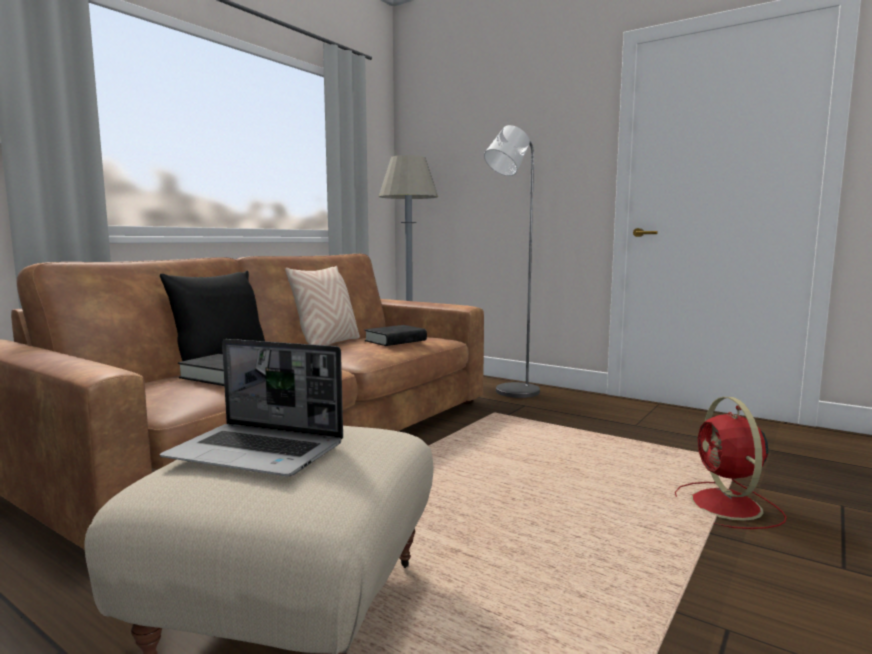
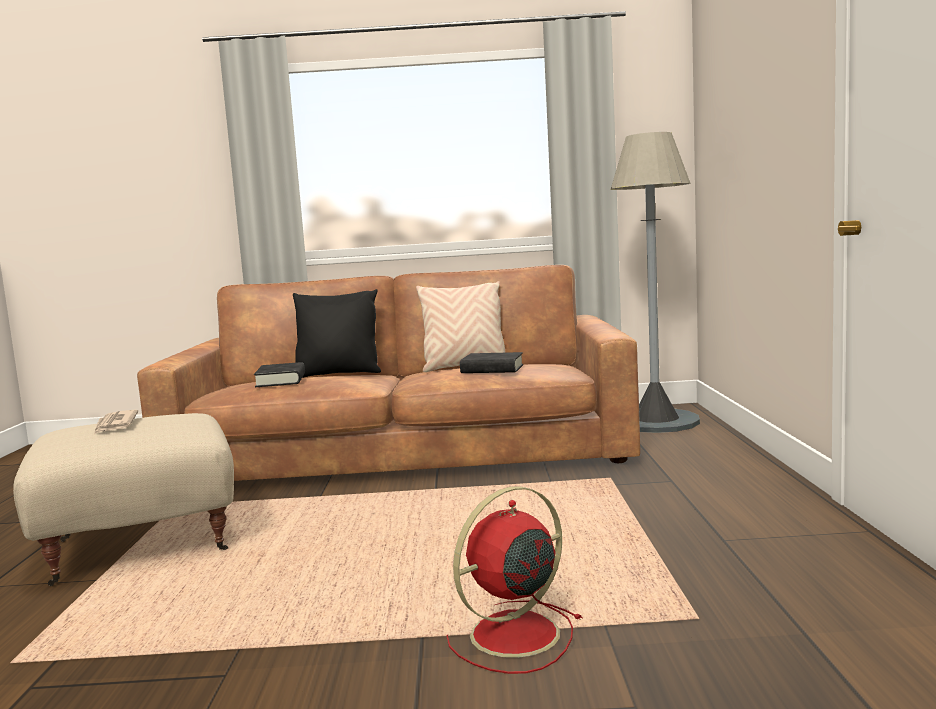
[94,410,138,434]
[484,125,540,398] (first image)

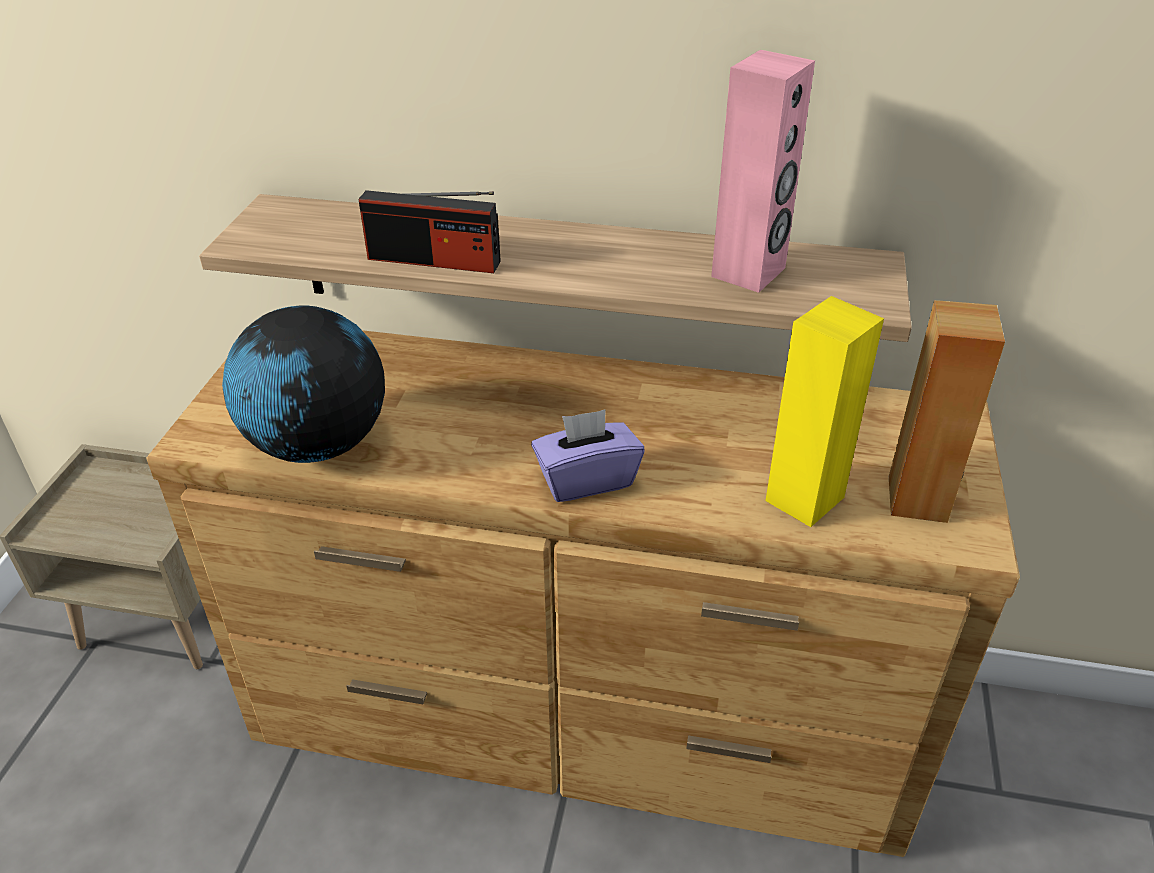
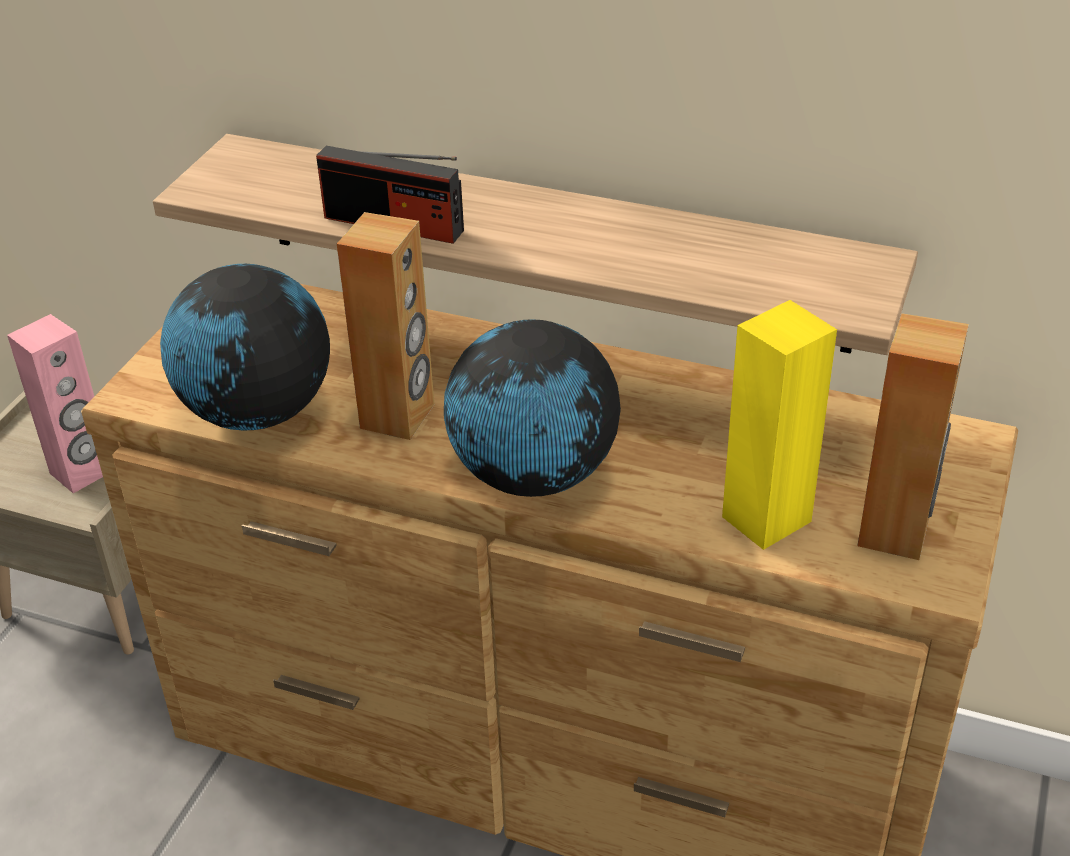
[7,314,103,493]
[337,212,434,440]
[444,319,621,497]

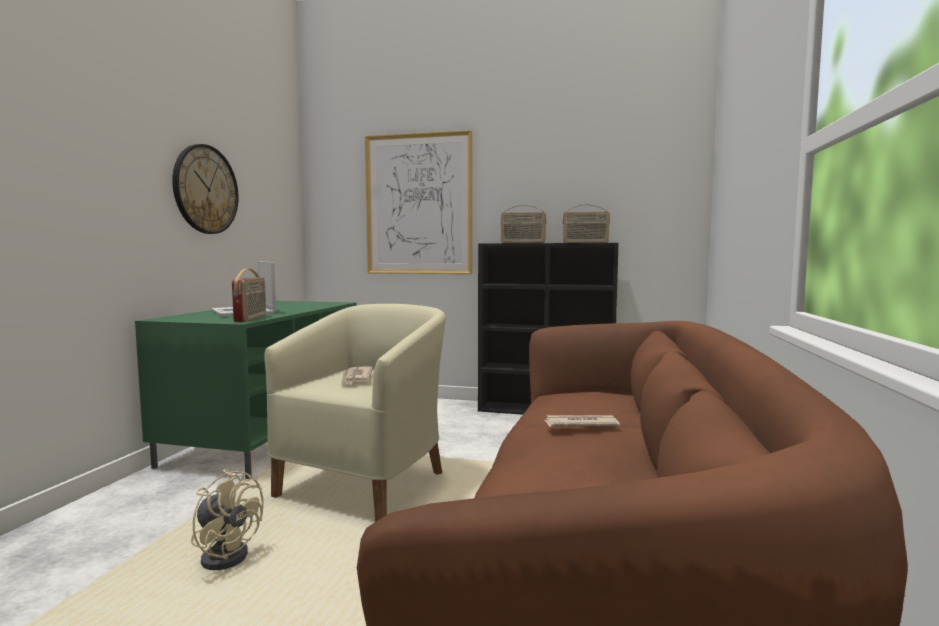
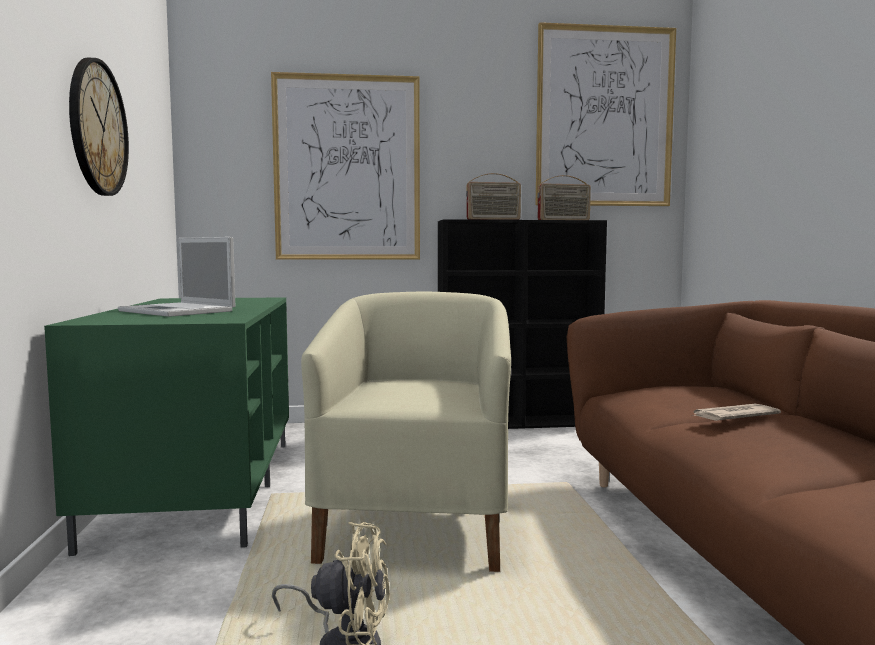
[536,22,676,206]
[232,269,266,322] (first image)
[341,367,373,385] (first image)

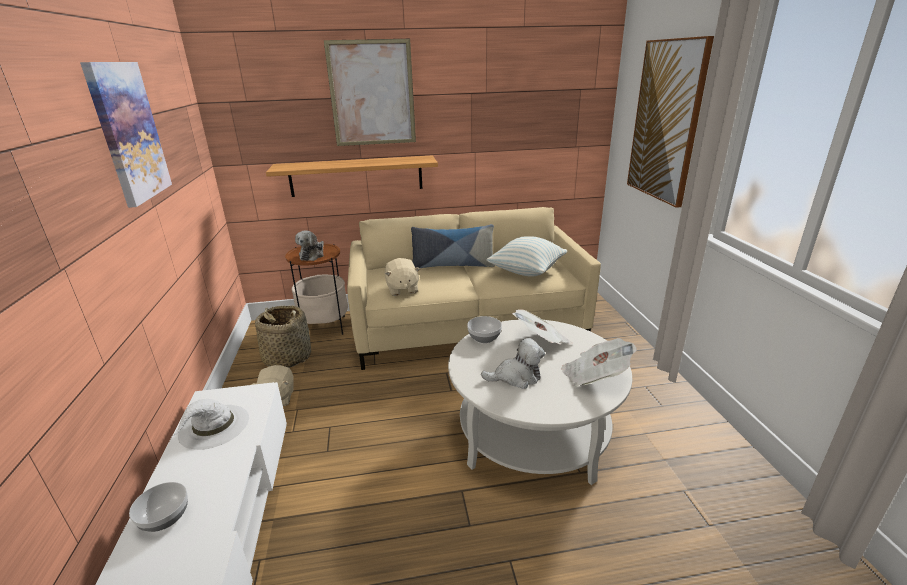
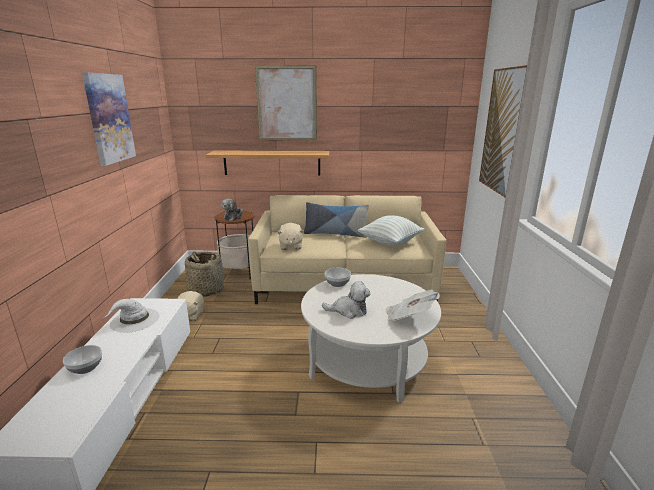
[512,309,573,345] (first image)

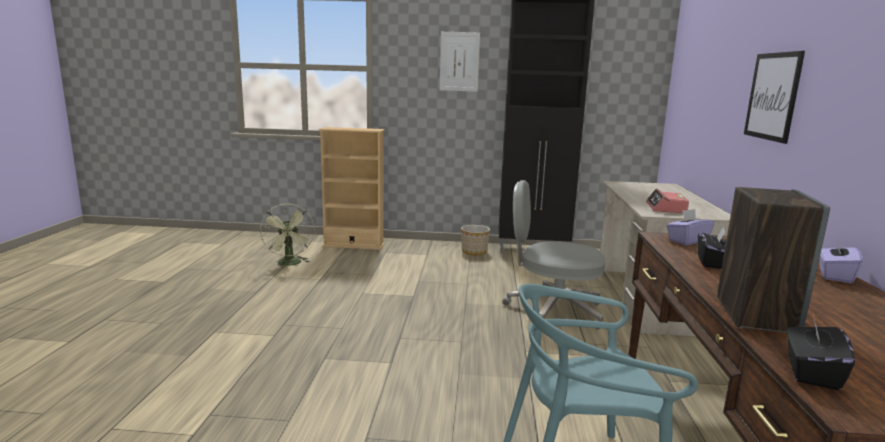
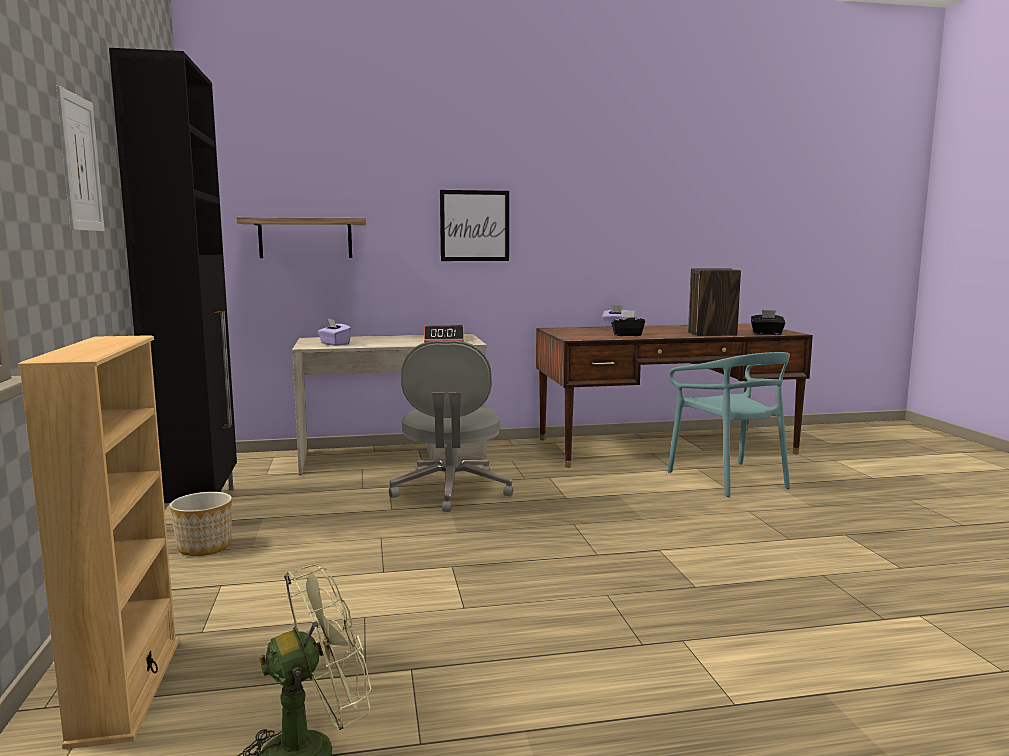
[236,217,366,258]
[318,319,352,346]

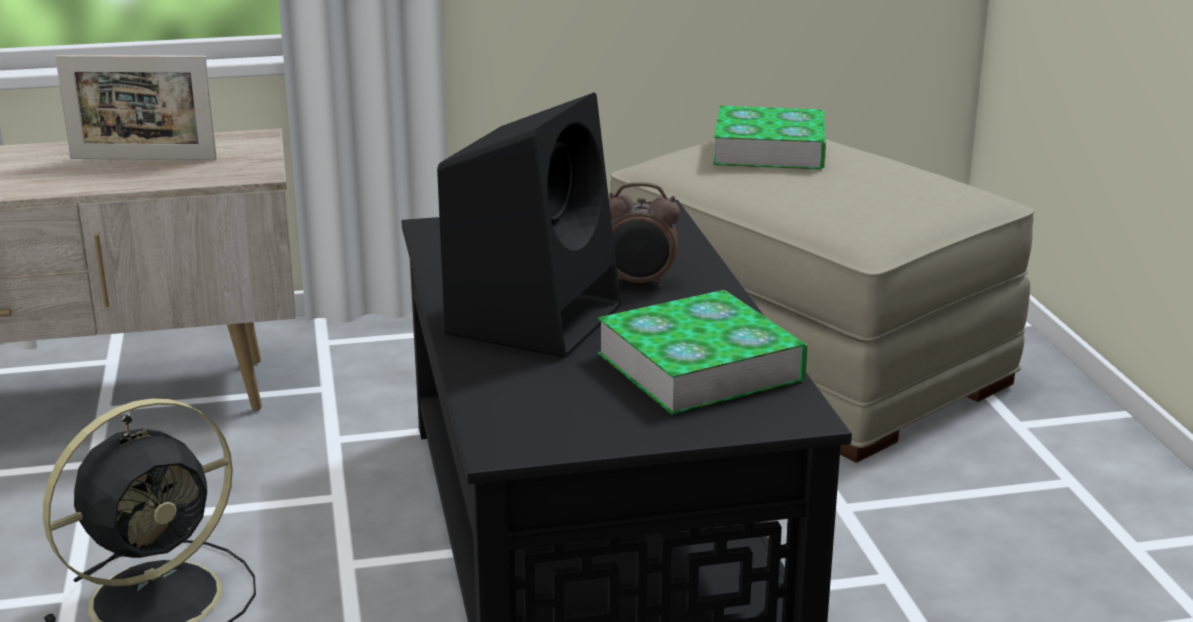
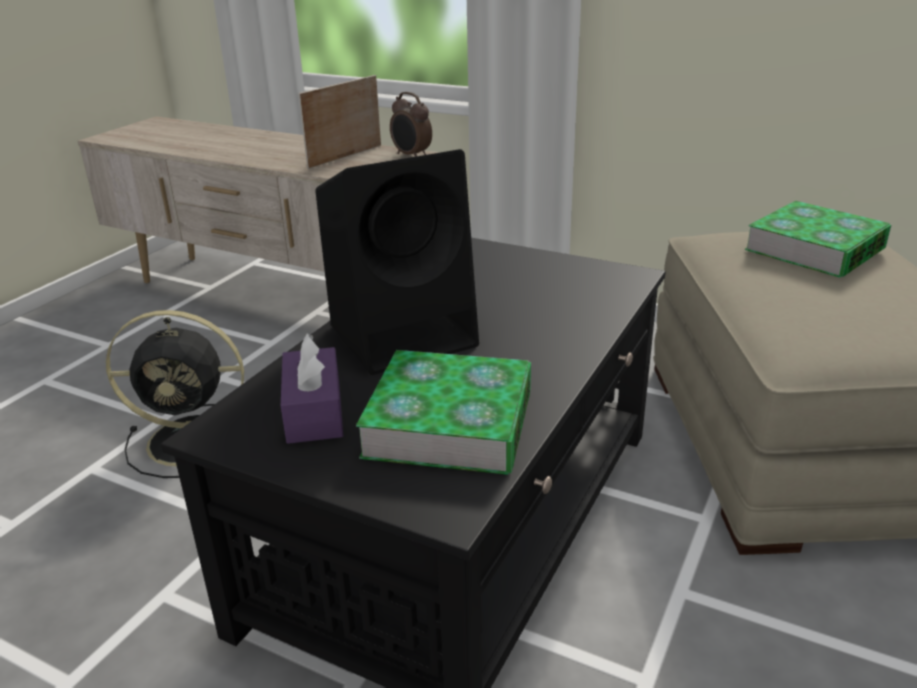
[281,334,343,444]
[299,75,381,169]
[390,92,432,157]

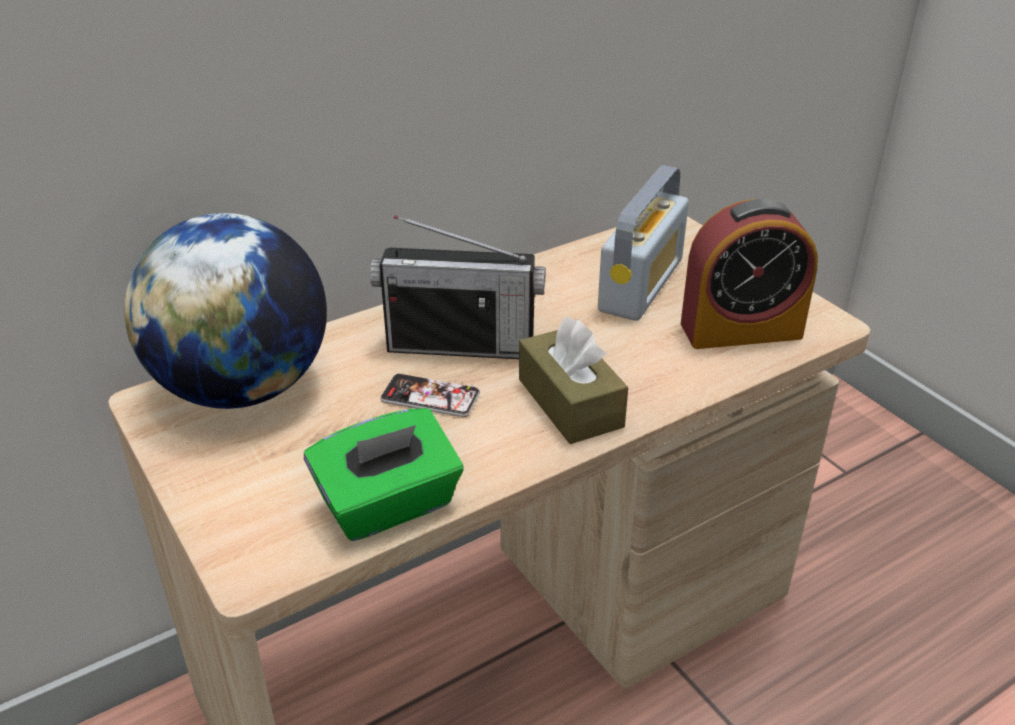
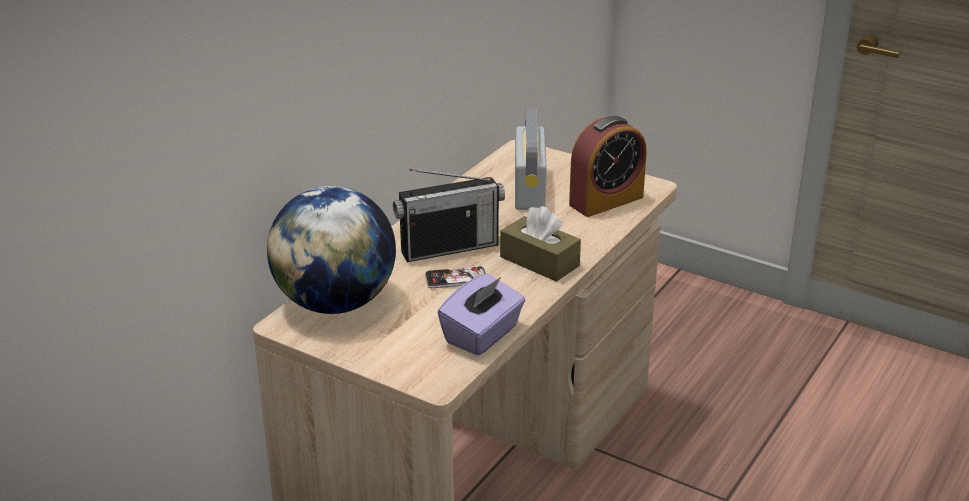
[437,274,525,356]

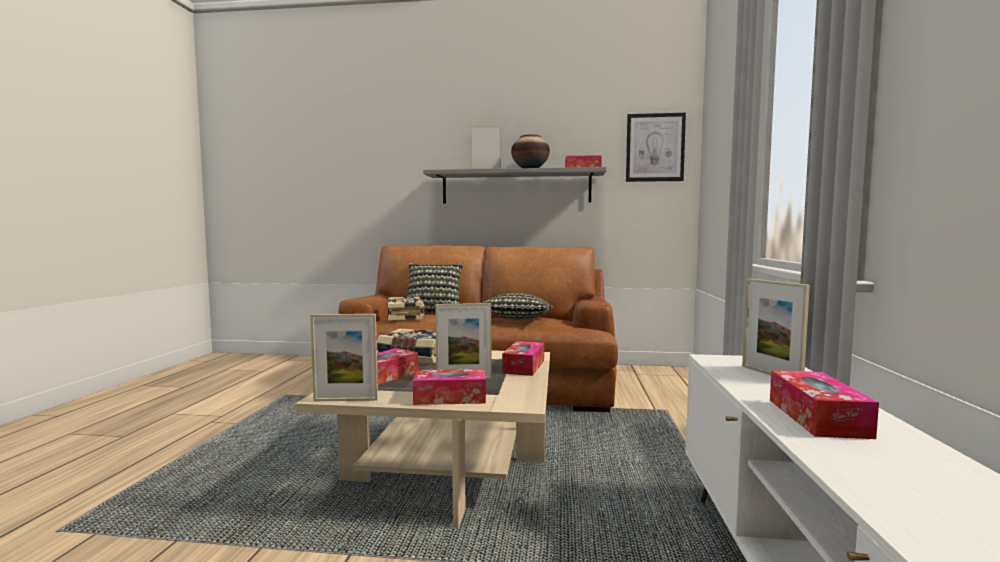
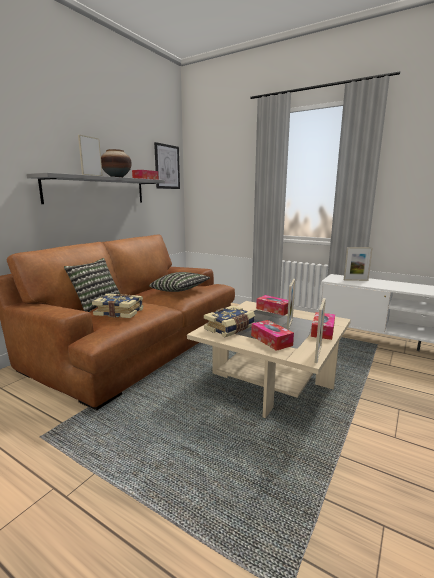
[770,370,879,439] (first image)

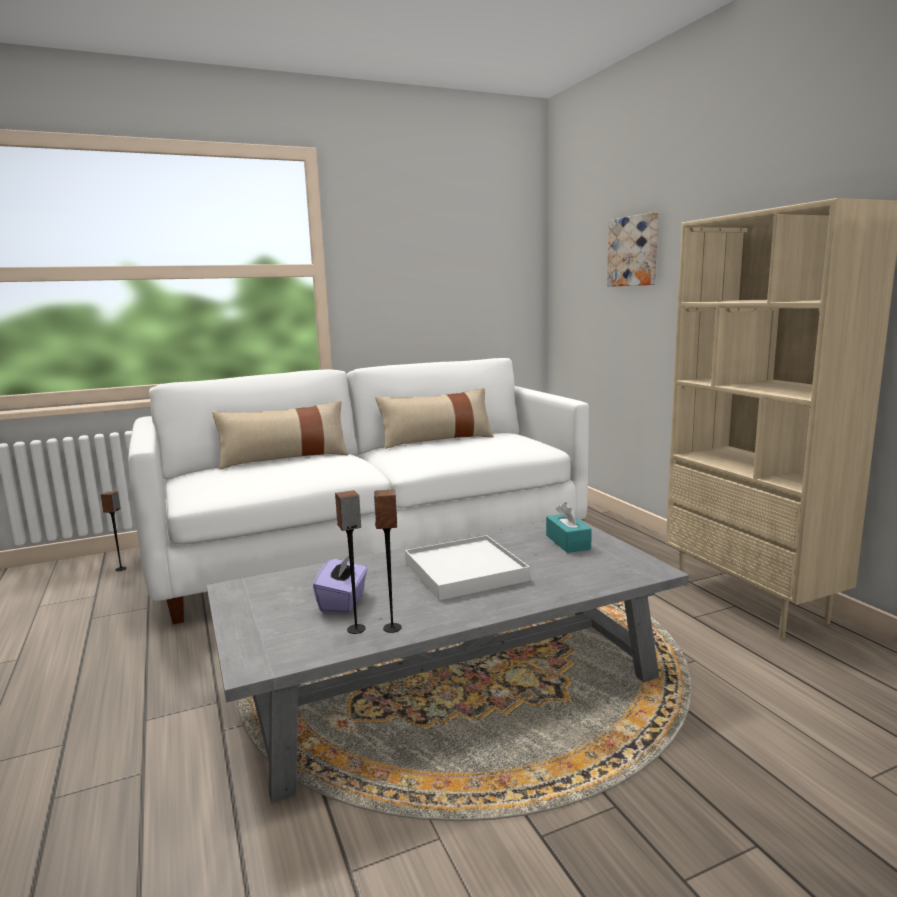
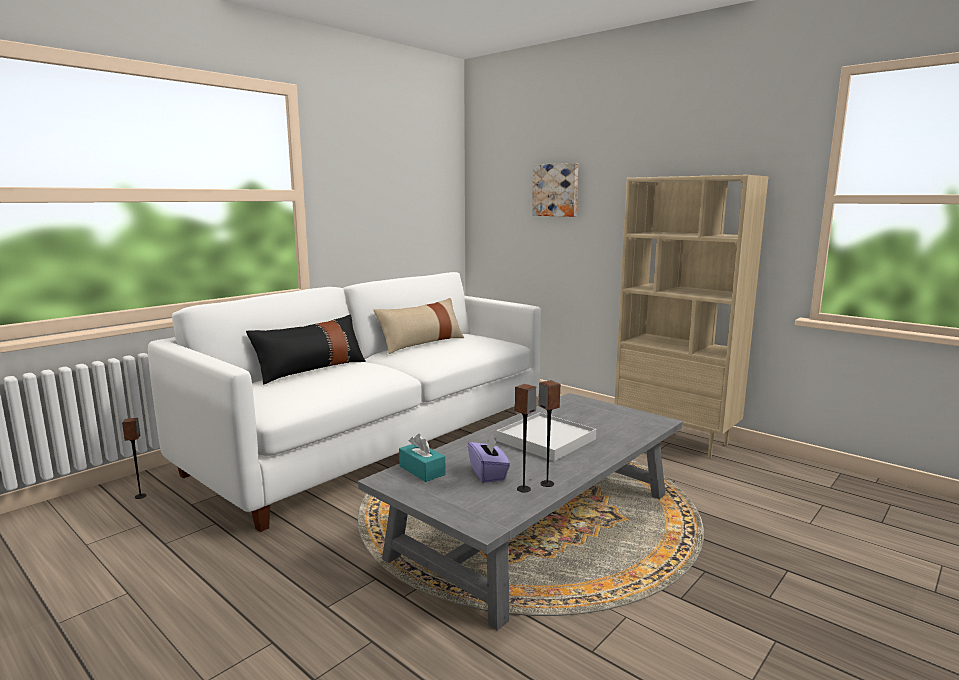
[246,315,366,384]
[399,434,446,482]

